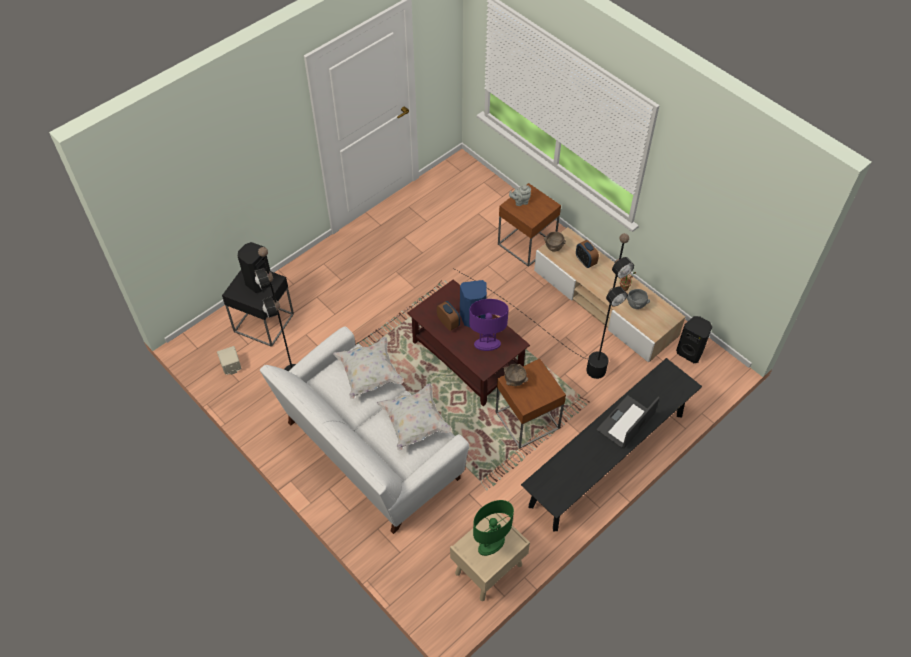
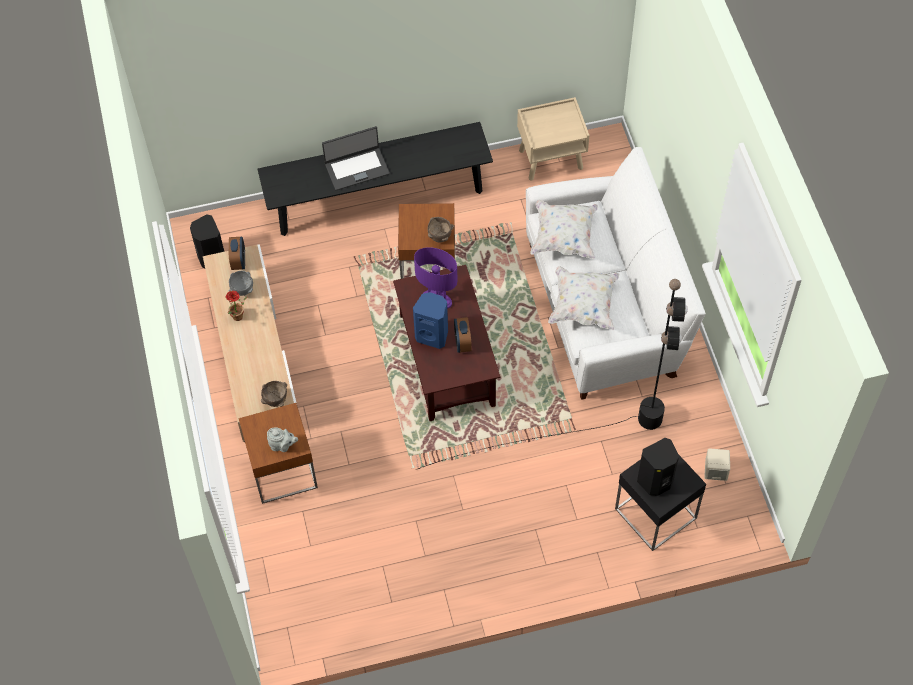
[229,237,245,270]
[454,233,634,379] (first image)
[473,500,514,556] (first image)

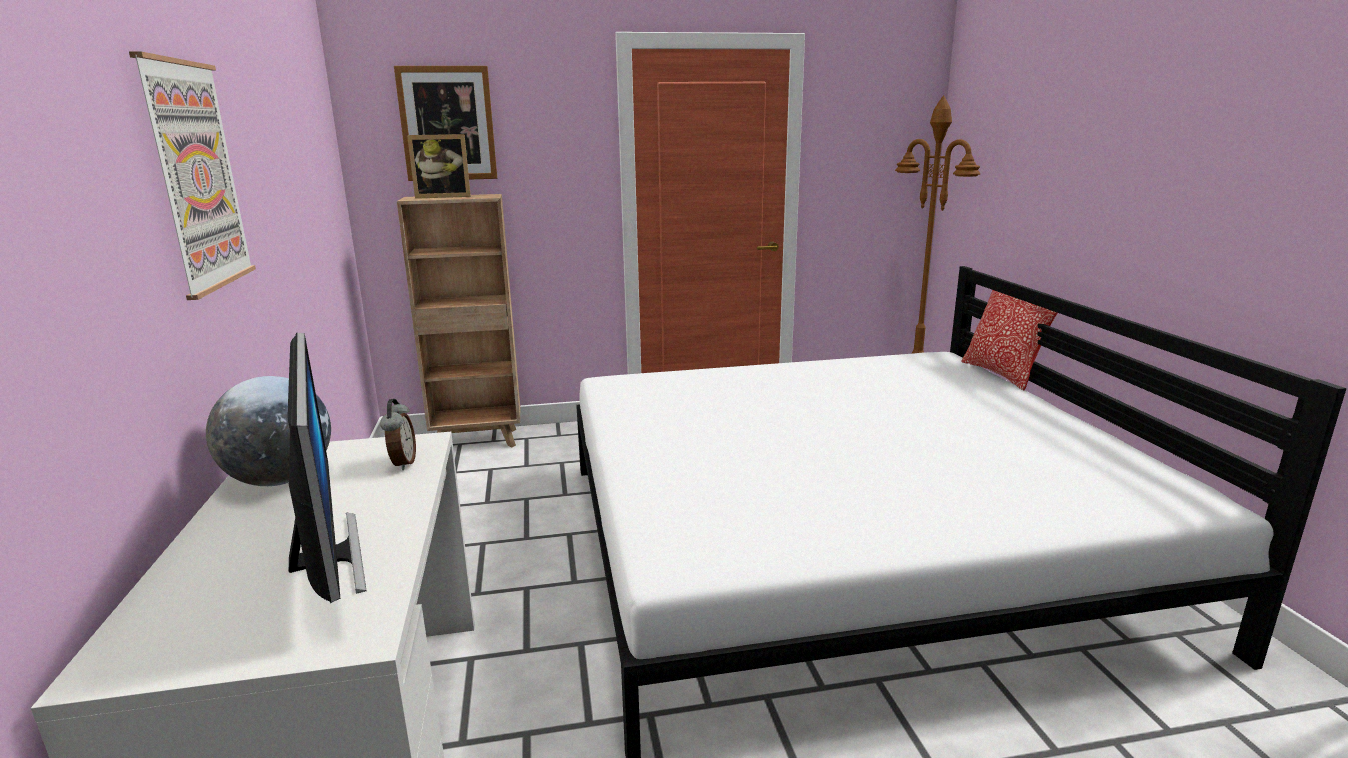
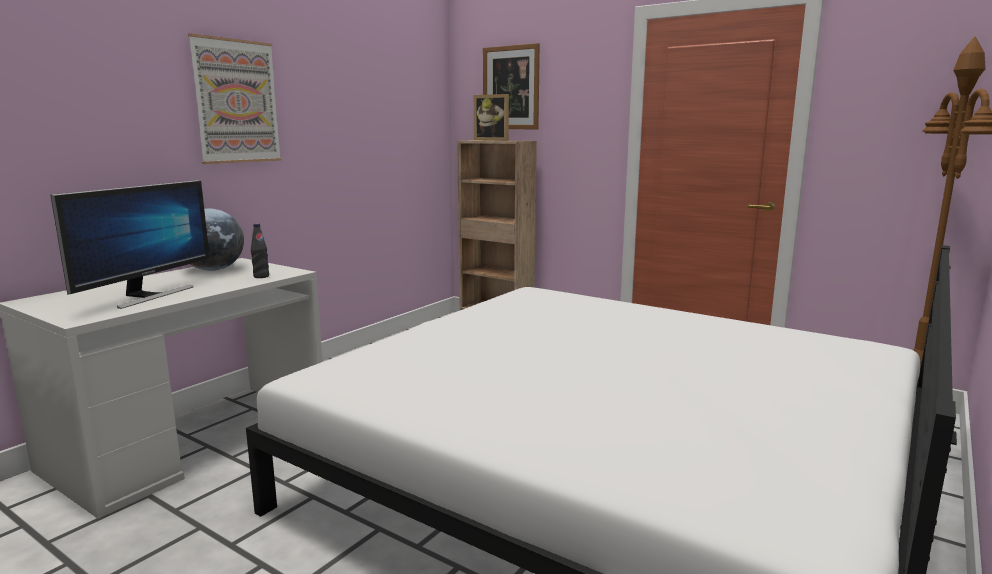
[251,223,269,278]
[961,290,1057,390] (first image)

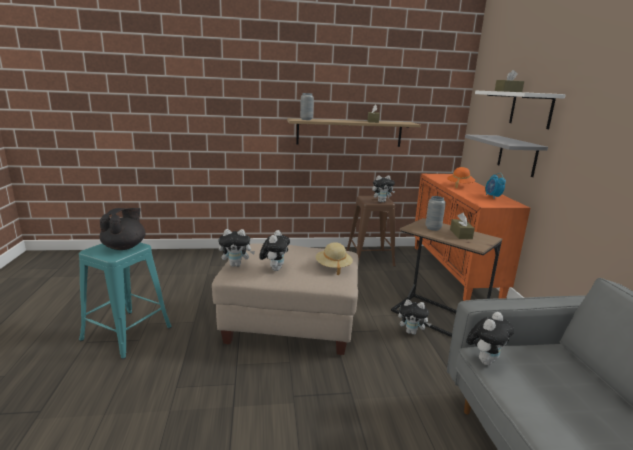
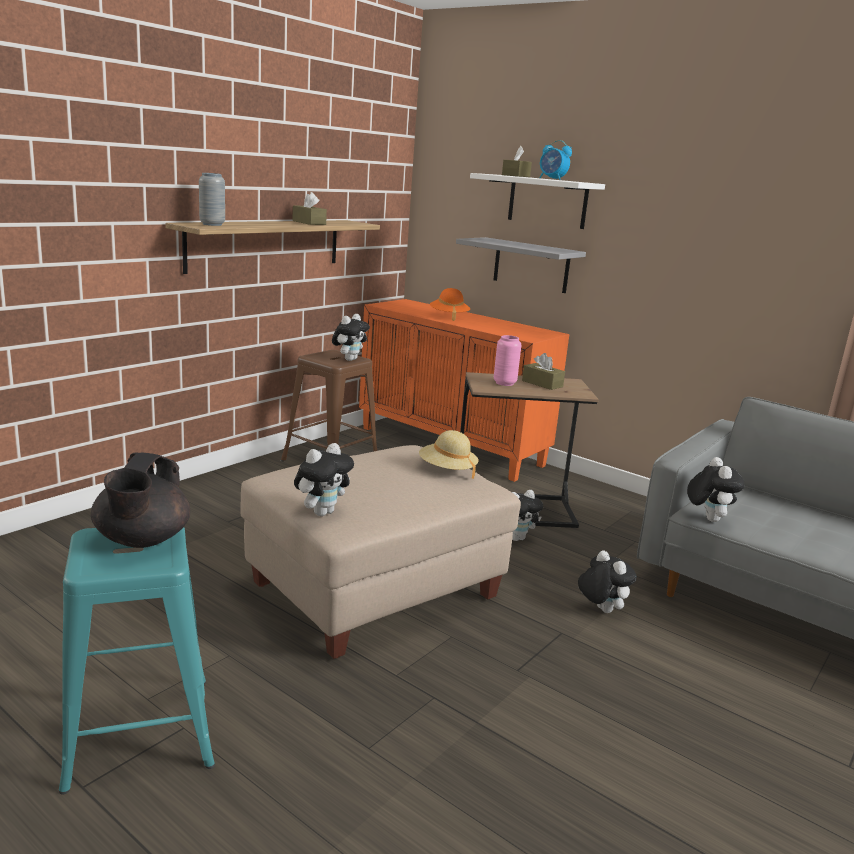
[91,453,190,548]
[494,335,521,386]
[539,140,572,180]
[578,551,637,613]

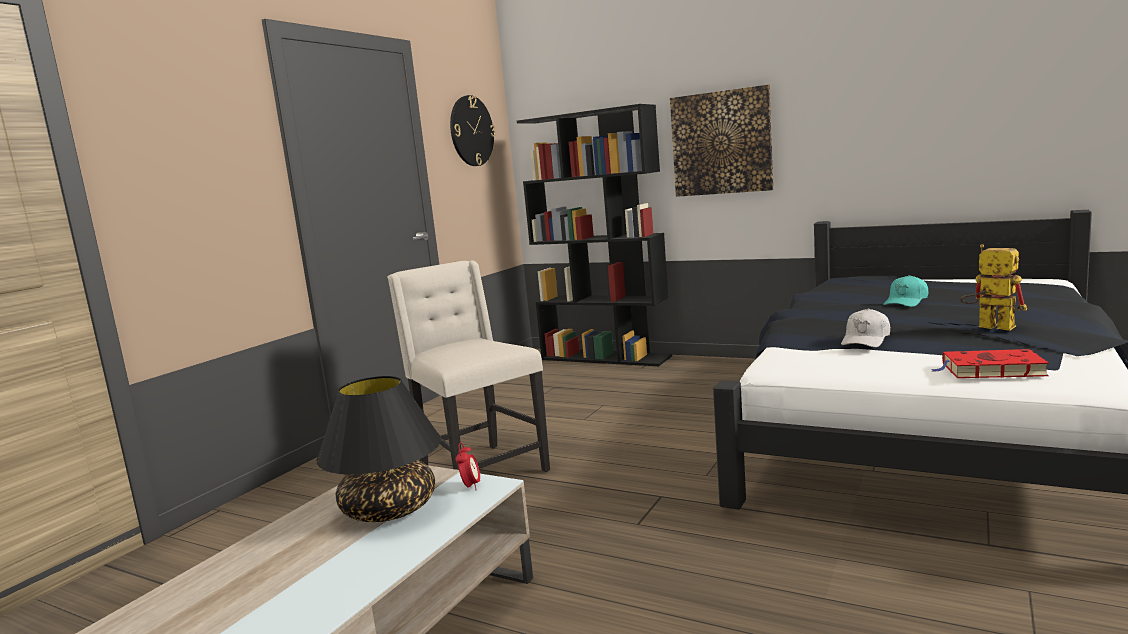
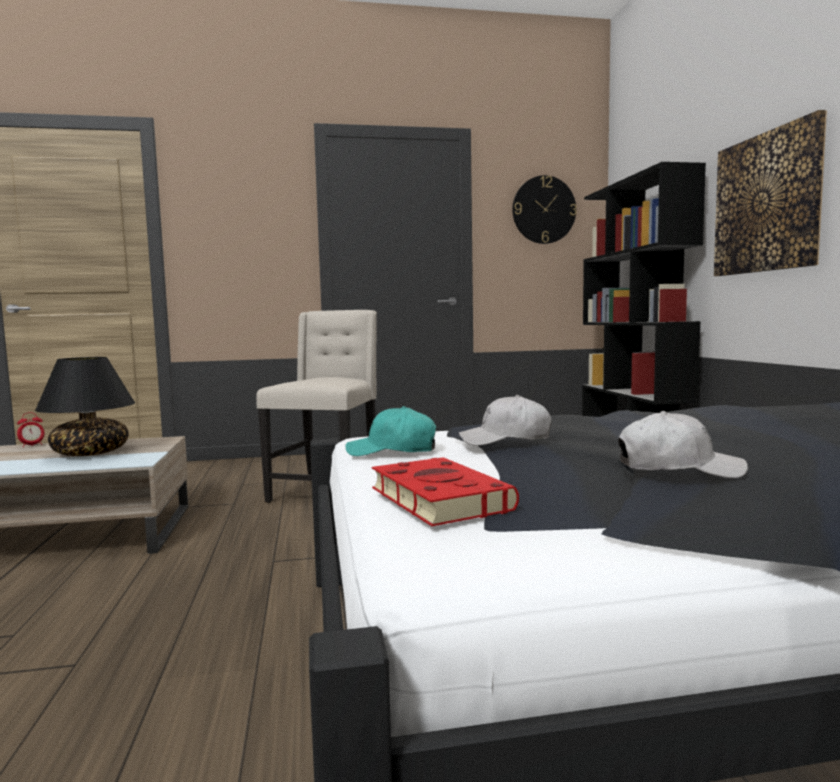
[17,412,45,447]
[345,406,436,456]
[618,411,748,479]

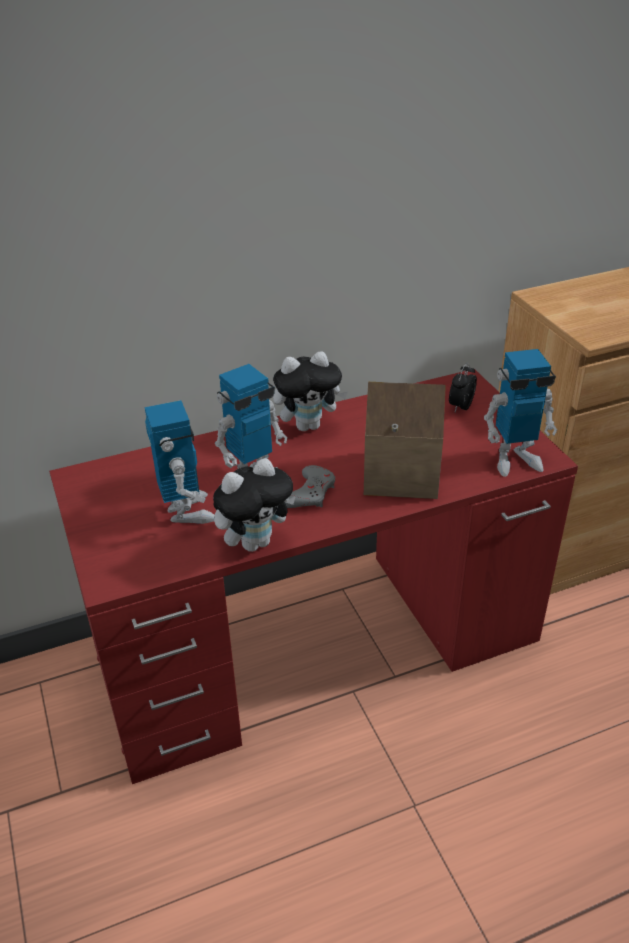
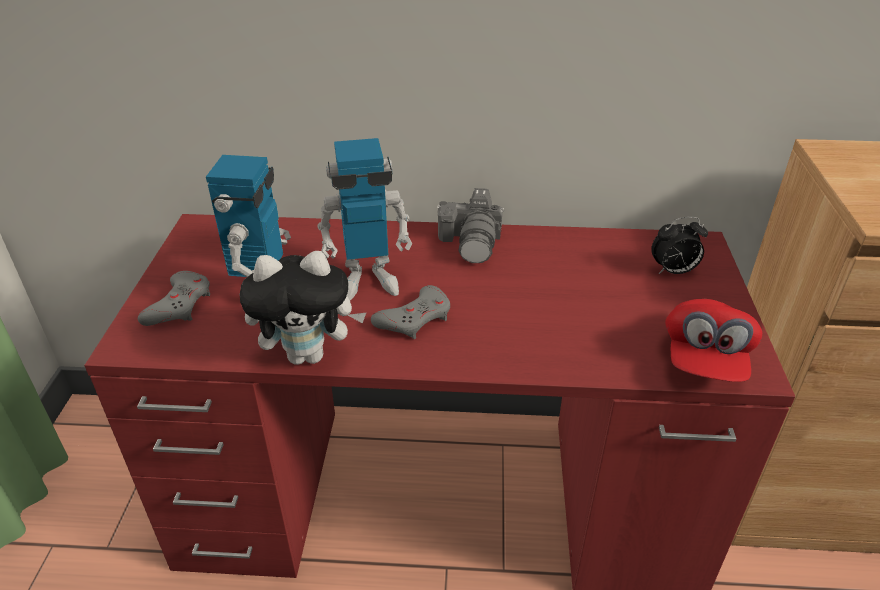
[138,271,210,326]
[437,188,504,263]
[651,217,708,274]
[665,299,762,382]
[364,382,446,499] (first image)

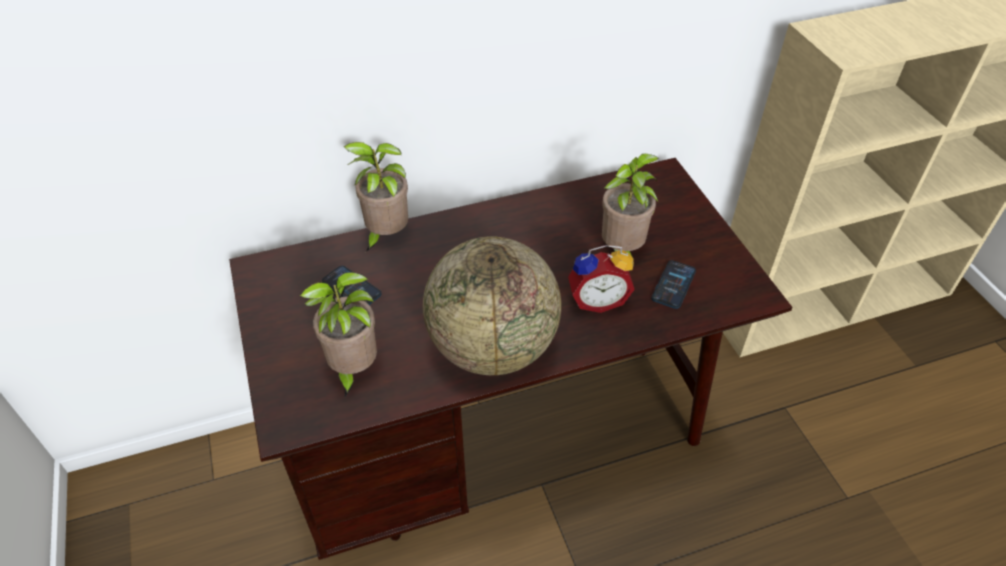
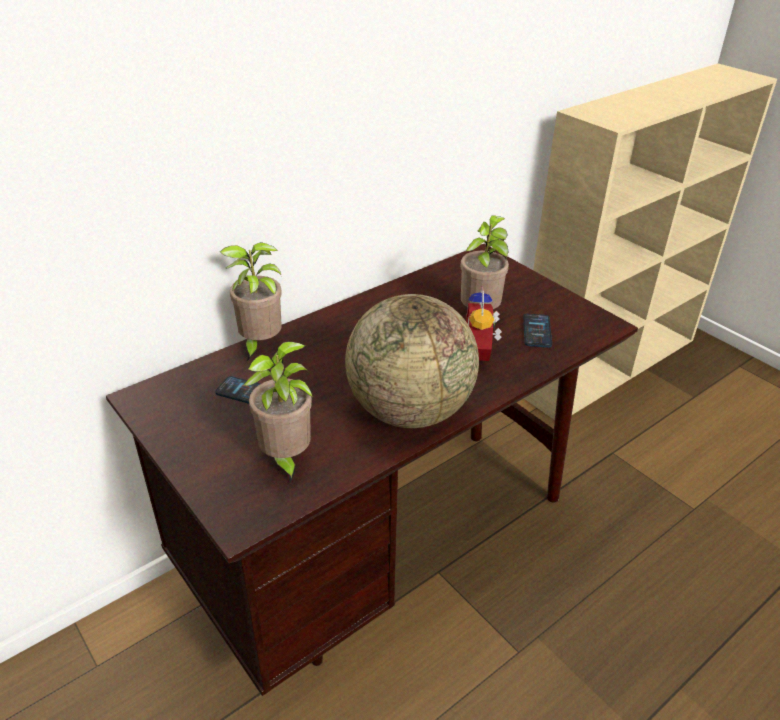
[466,286,502,361]

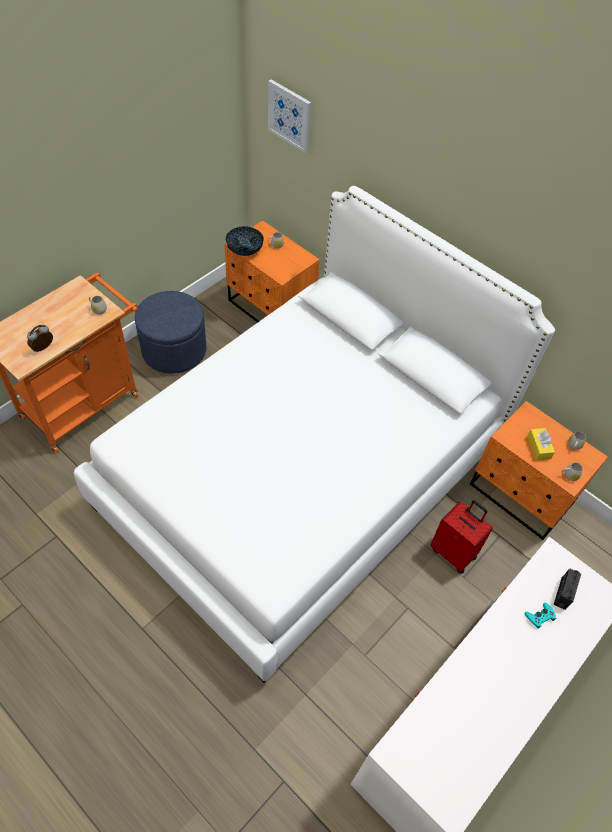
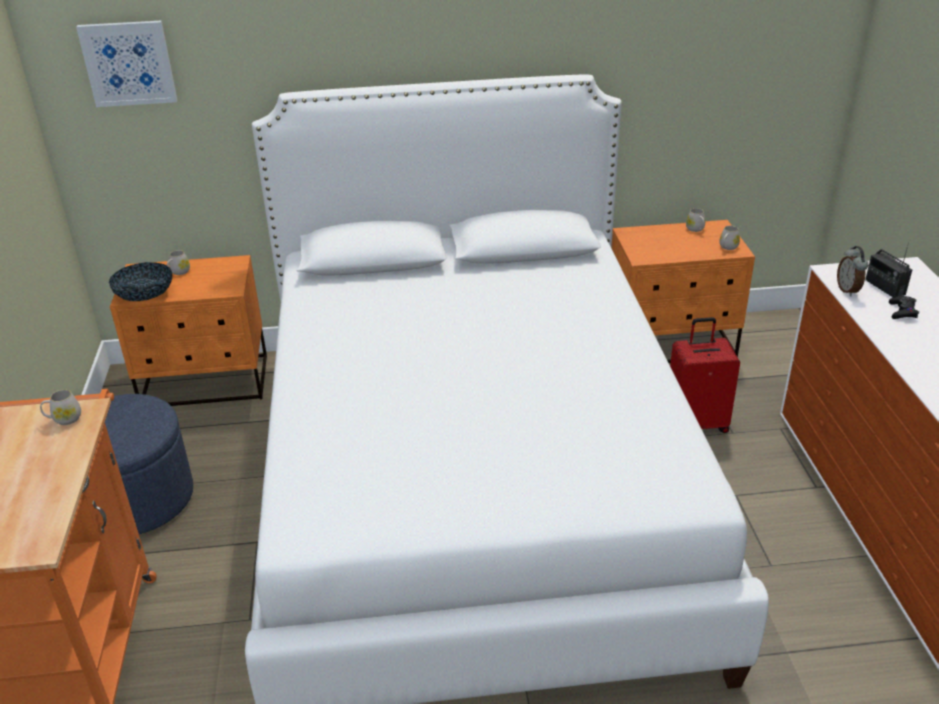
[837,246,868,297]
[889,296,919,319]
[527,428,555,461] (first image)

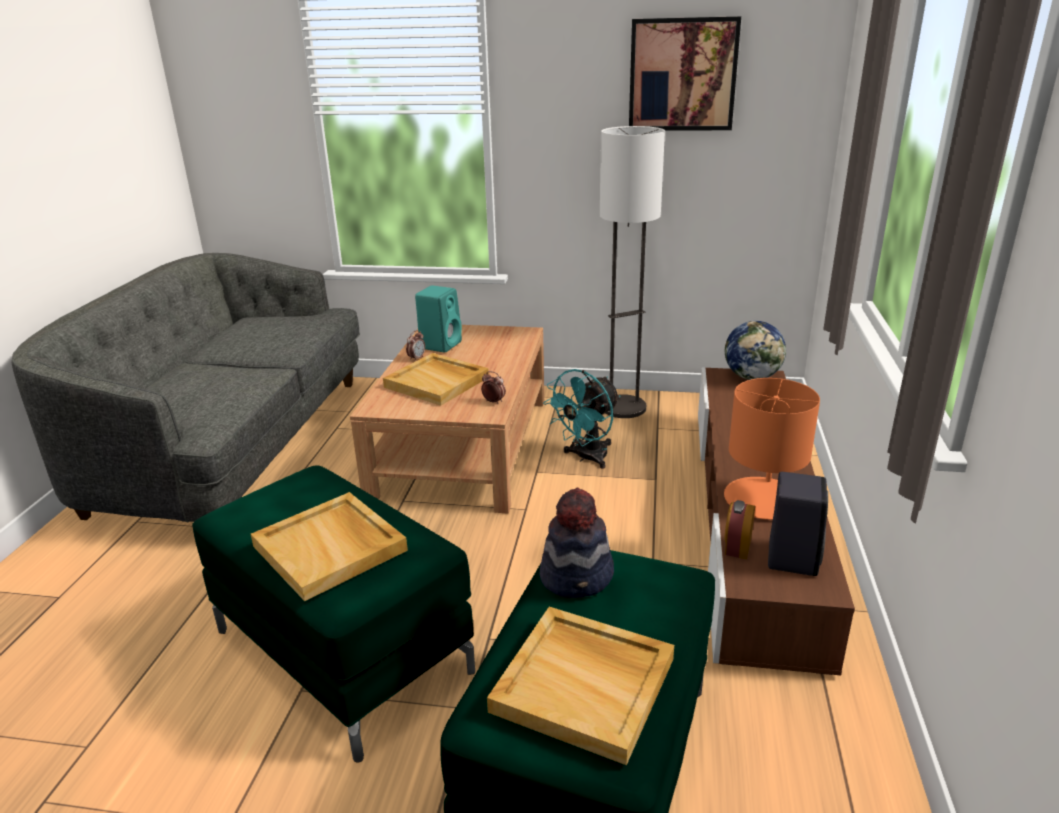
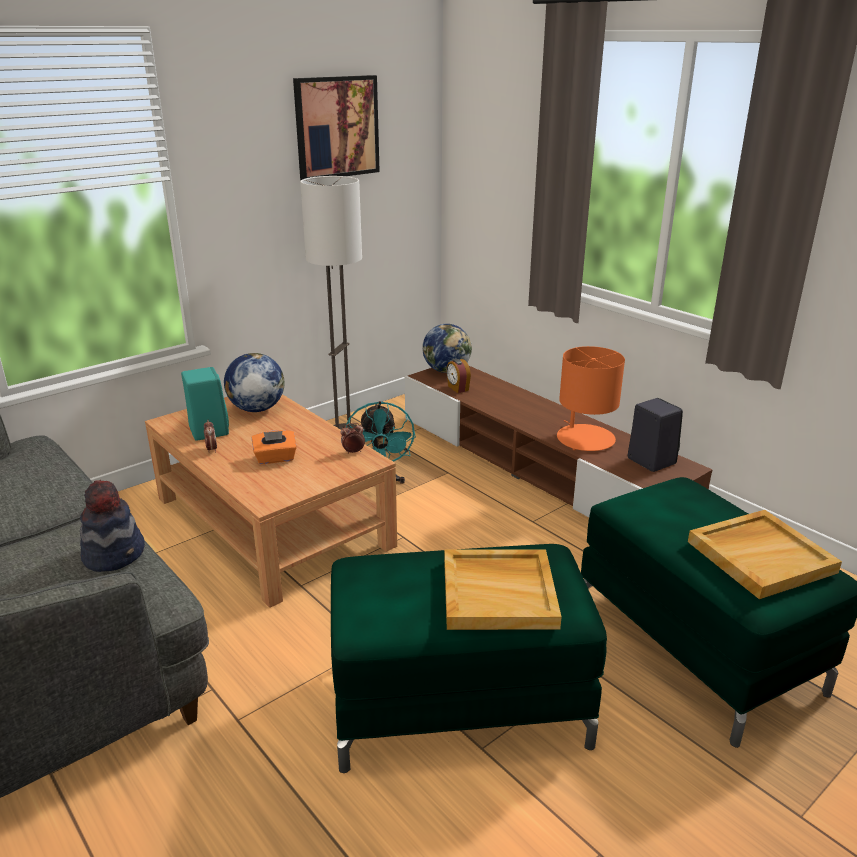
[80,480,145,572]
[224,353,285,412]
[252,430,297,464]
[446,359,471,393]

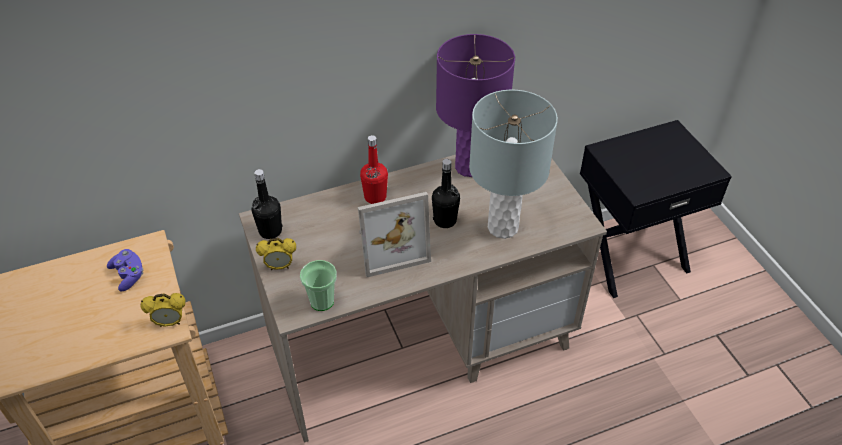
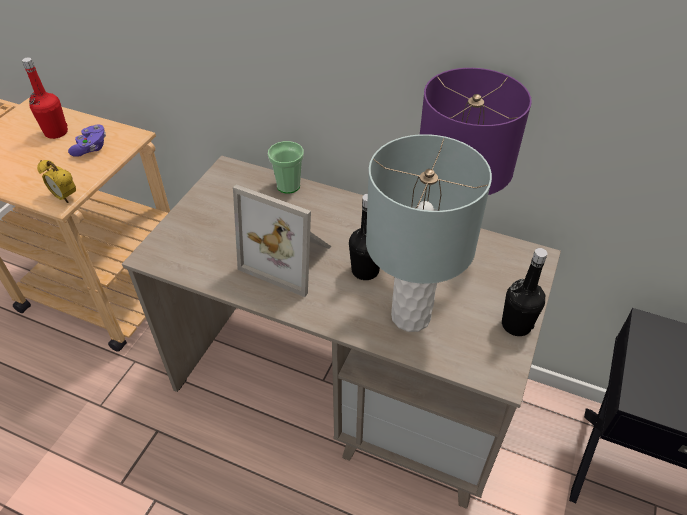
[22,57,68,139]
[268,141,304,194]
[502,248,547,336]
[256,238,296,270] (first image)

